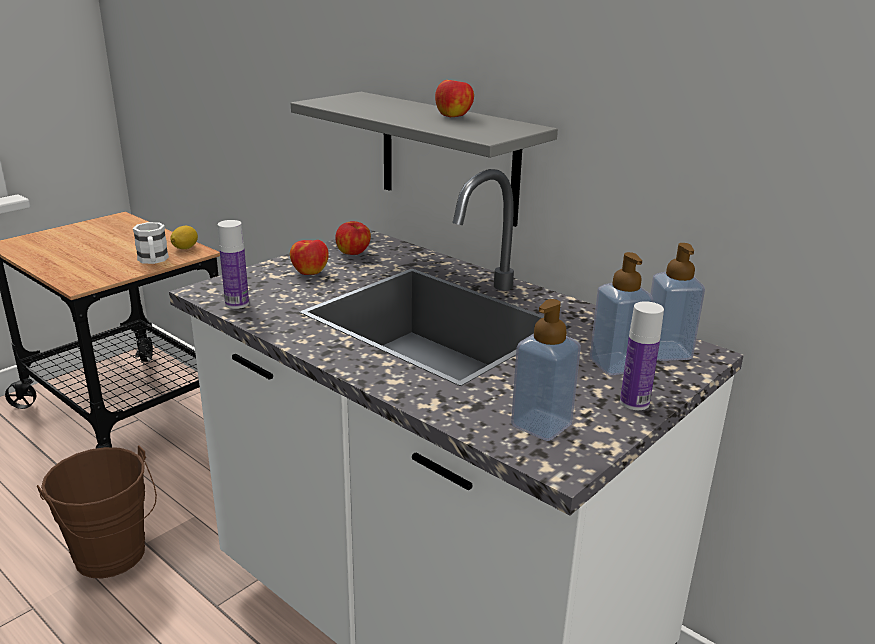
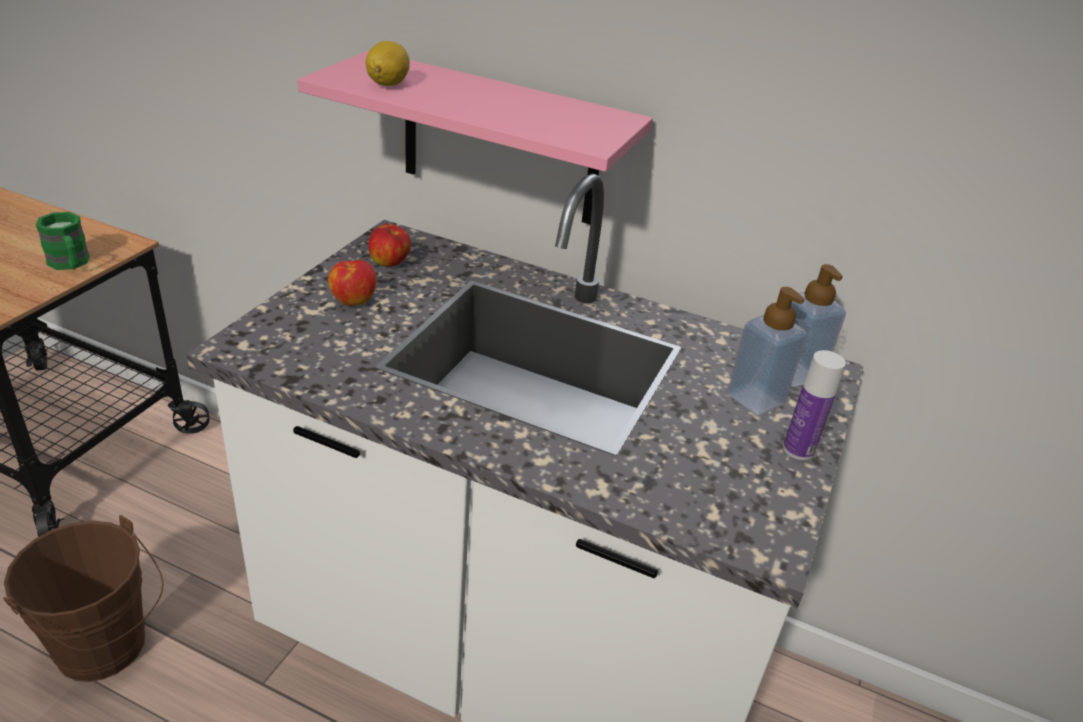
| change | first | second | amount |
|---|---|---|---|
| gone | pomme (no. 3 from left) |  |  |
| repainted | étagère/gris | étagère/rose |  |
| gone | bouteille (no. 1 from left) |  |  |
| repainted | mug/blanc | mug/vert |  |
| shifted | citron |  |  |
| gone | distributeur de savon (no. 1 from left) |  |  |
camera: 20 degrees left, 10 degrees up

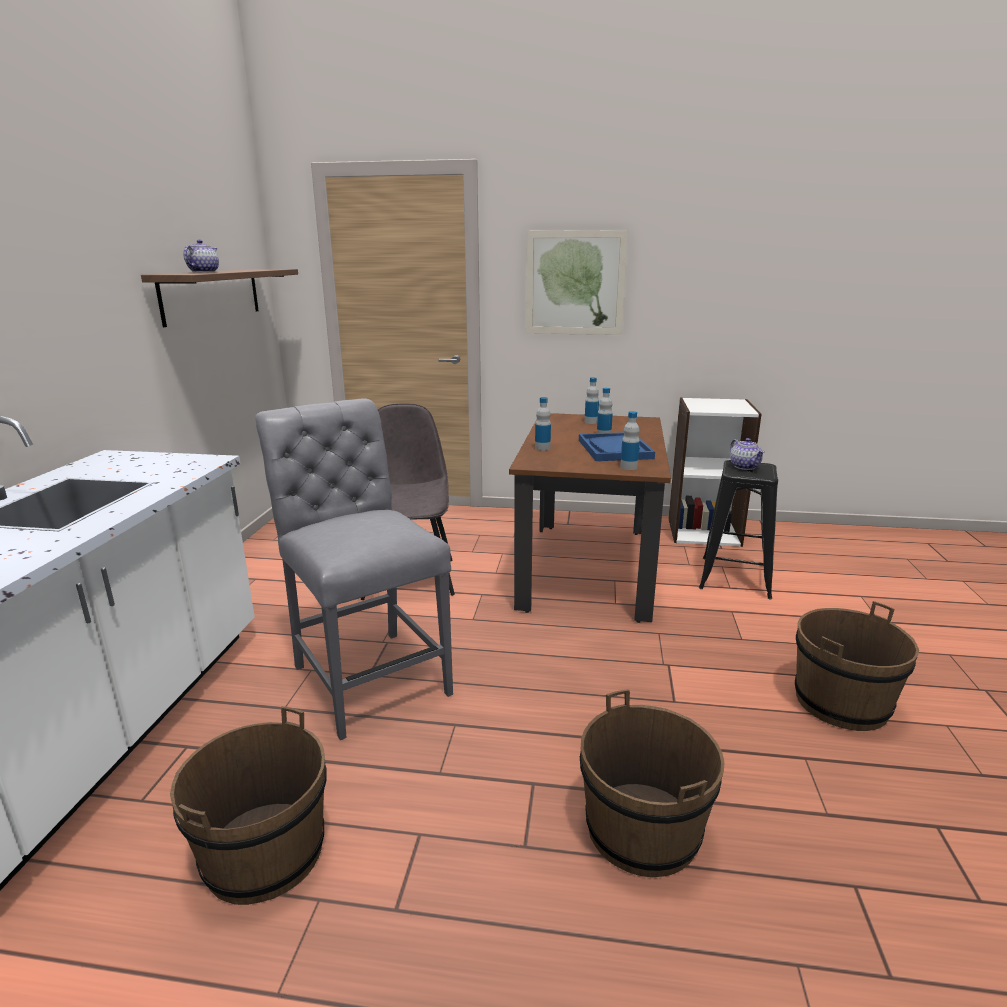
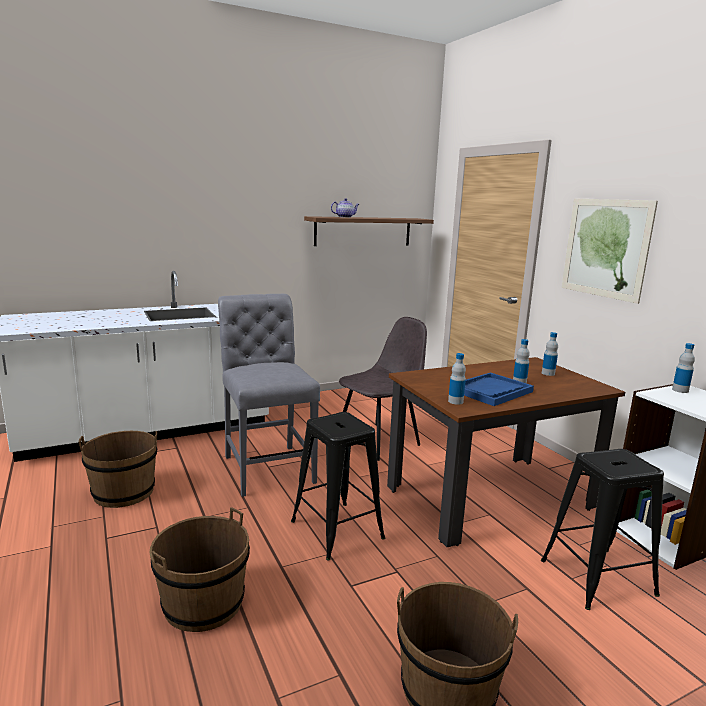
| change | first | second | amount |
|---|---|---|---|
| shifted | bouteille (no. 1 from left in the first image) | bouteille (no. 4 from left) |  |
| rotated | chaise/gris (no. 1 from left) |  | 45 degrees counterclockwise |
| gone | théière (no. 2 from left) |  |  |
| new |  | tabouret/noir (no. 1 from left) |  |
camera: 55 degrees right, 5 degrees down

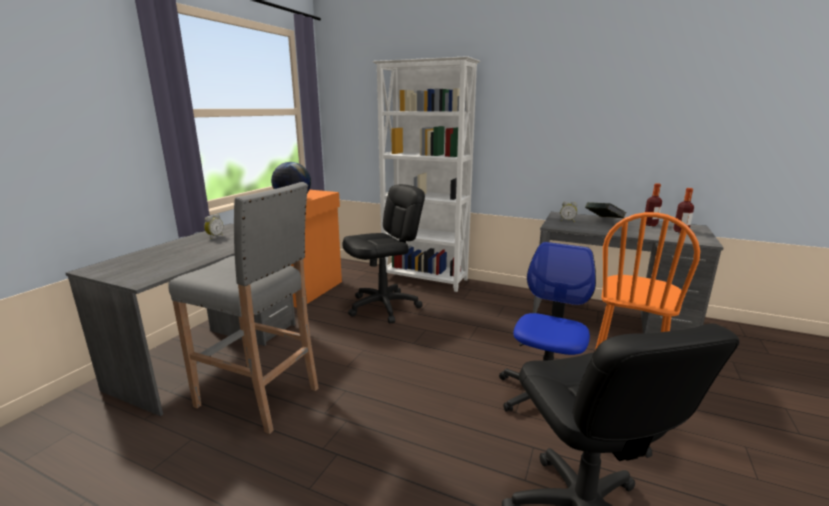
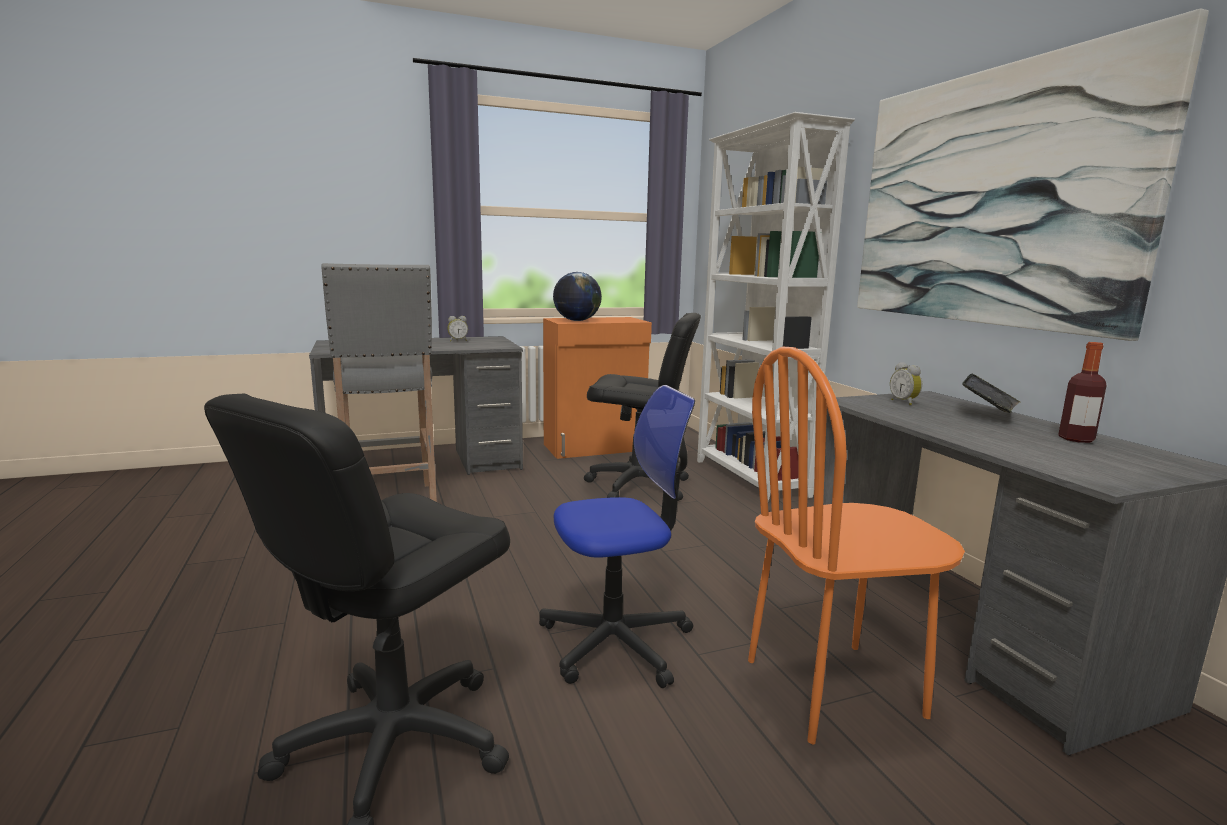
| change | first | second | amount |
|---|---|---|---|
| gone | bouteille (no. 2 from left) |  |  |
| new |  | tableau |  |
camera: 45 degrees right, 5 degrees down

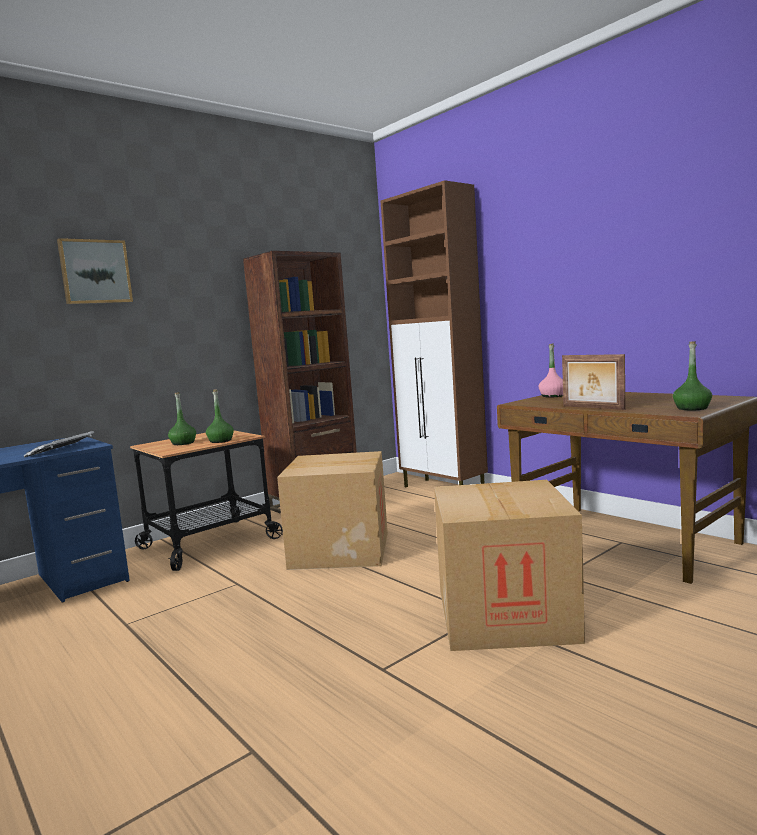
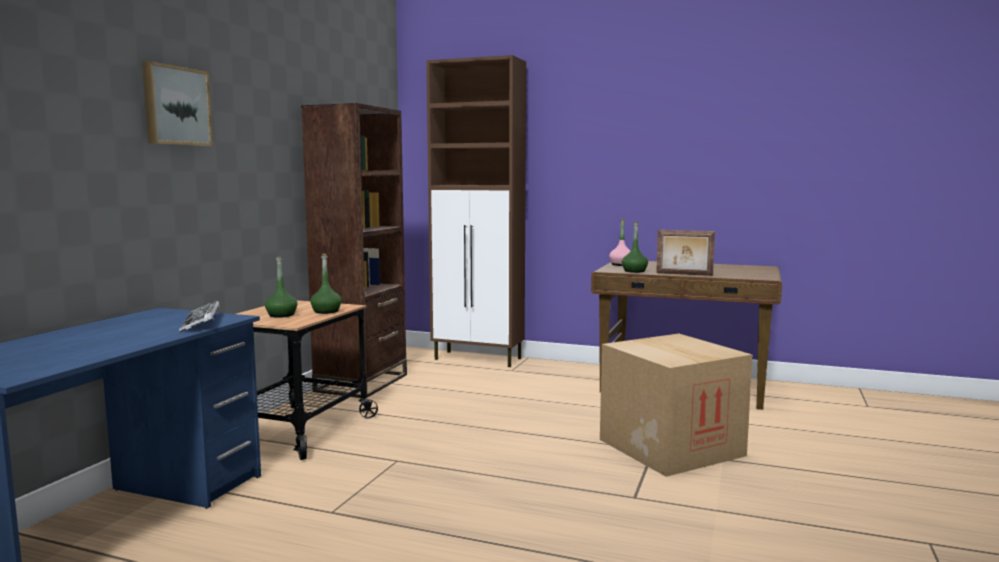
| change | first | second | amount |
|---|---|---|---|
| shifted | bouteille/vert (no. 3 from left) |  |  |
| gone | carton (no. 1 from left) |  |  |
camera: 30 degrees left, 0 degrees up

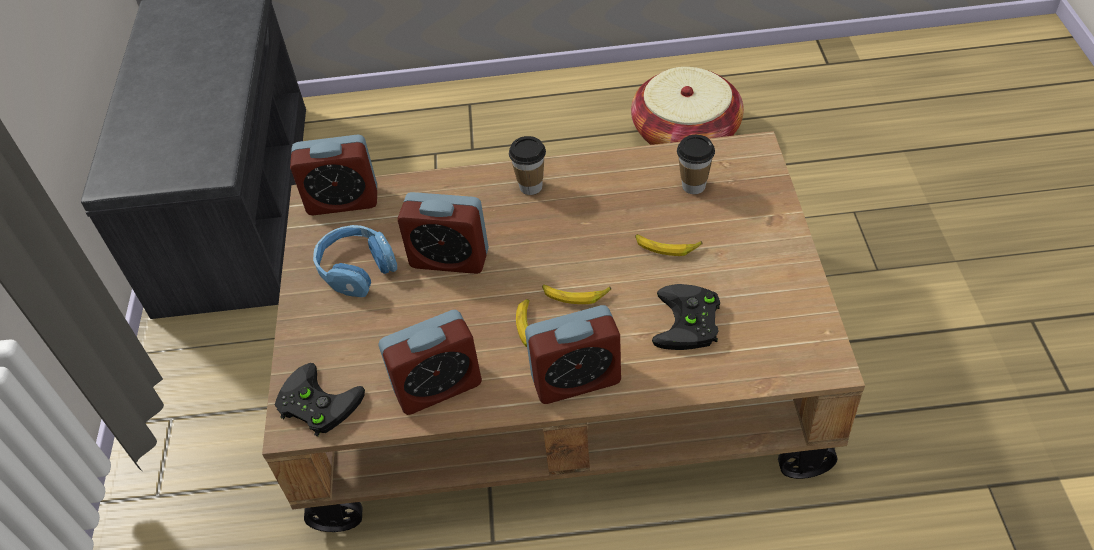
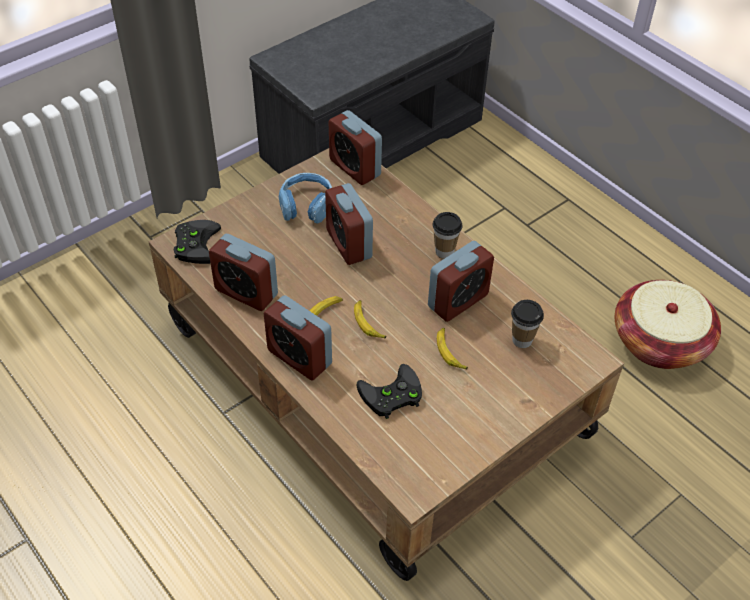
| change | first | second | amount |
|---|---|---|---|
| new |  | réveil (no. 5 from left) |  |
camera: 50 degrees right, 0 degrees up

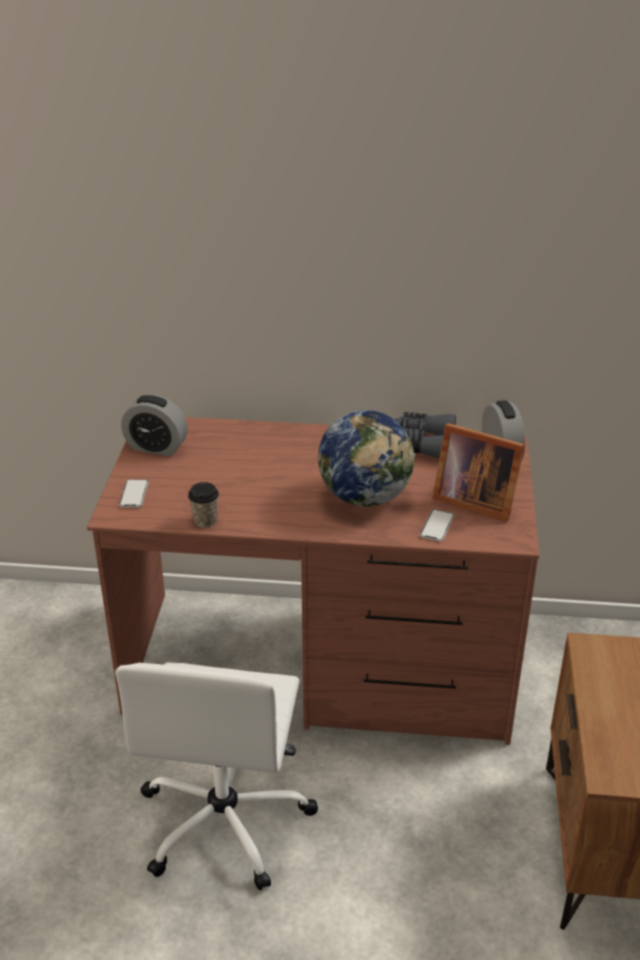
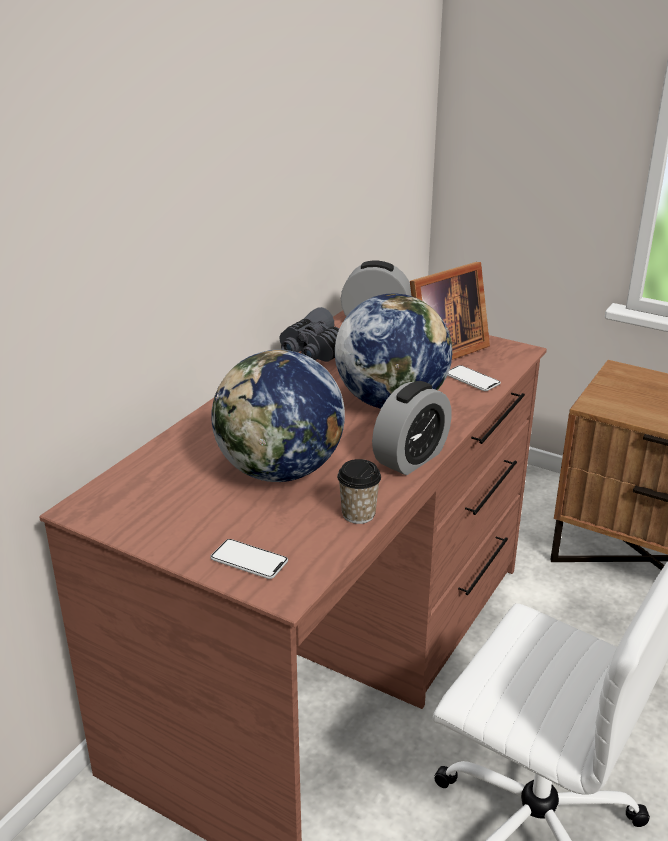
| change | first | second | amount |
|---|---|---|---|
| shifted | réveil (no. 1 from left in the first image) | réveil (no. 2 from left) |  |
| new |  | globe (no. 1 from left) |  |
camera: 65 degrees left, 5 degrees down

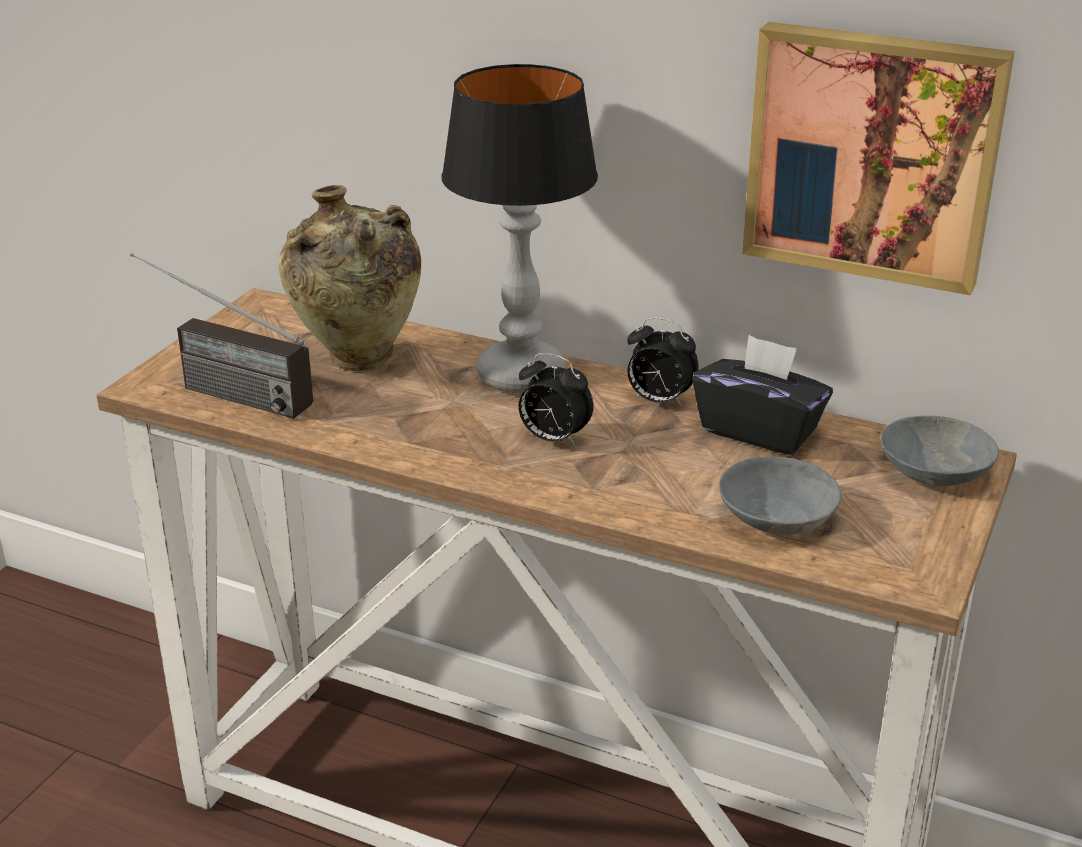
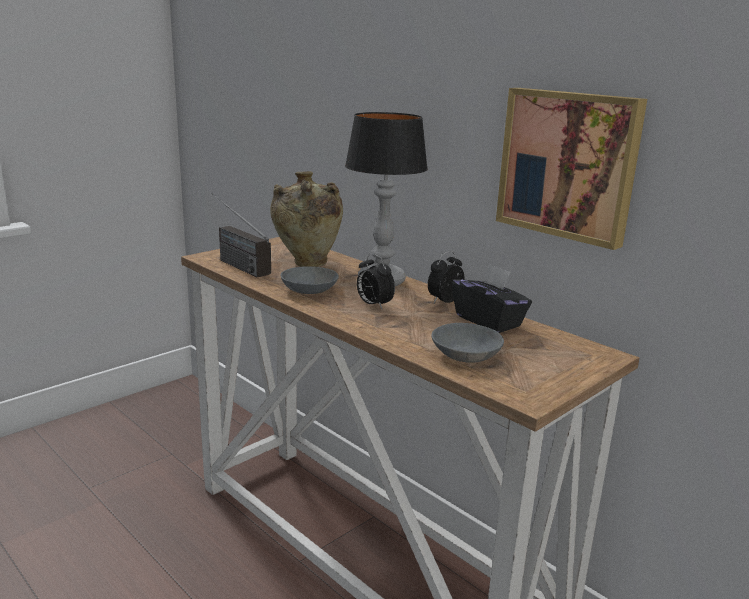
| change | first | second | amount |
|---|---|---|---|
| rotated | réveil (no. 2 from left) |  | 90 degrees clockwise |
| shifted | bol/gris (no. 2 from left in the first image) | bol/gris (no. 1 from left) |  |
camera: 20 degrees right, 10 degrees down

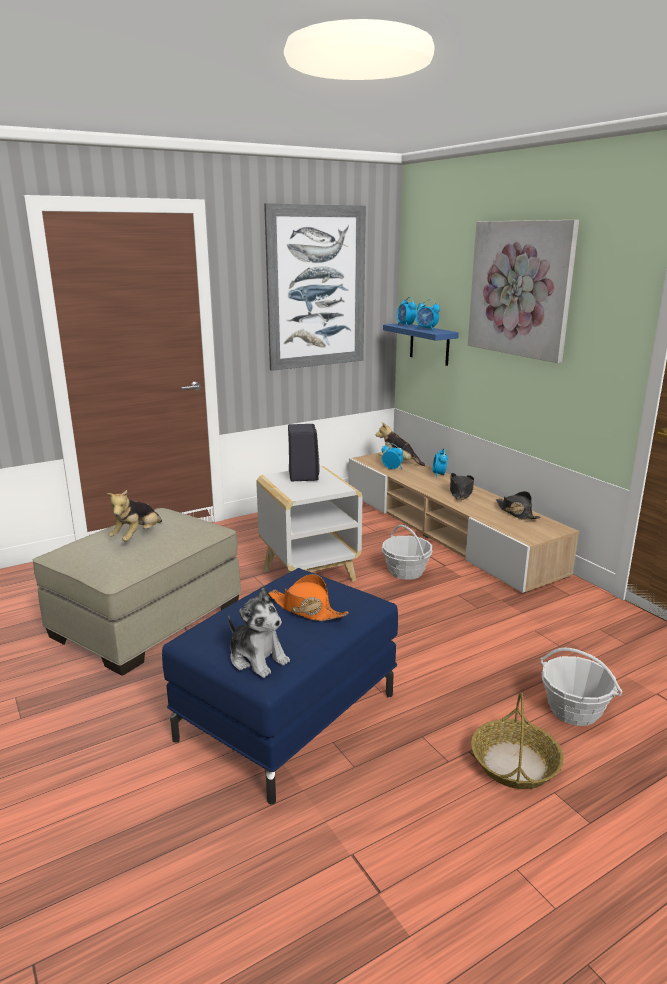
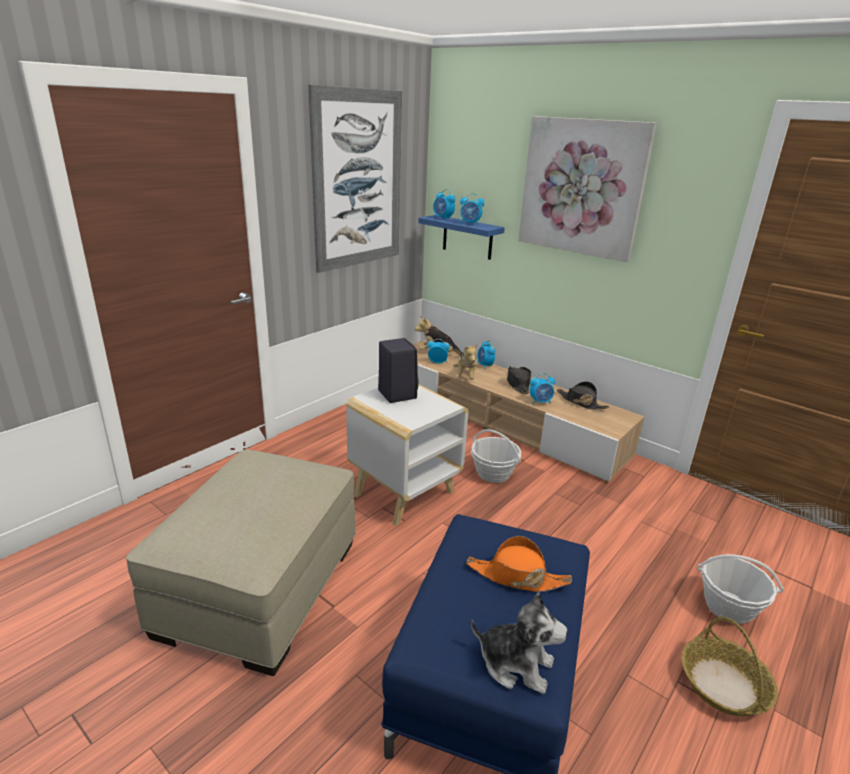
| change | first | second | amount |
|---|---|---|---|
| shifted | peluche (no. 1 from left in the first image) | peluche (no. 2 from left) |  |
| new |  | réveil (no. 5 from left) |  |
camera: 20 degrees left, 5 degrees up

